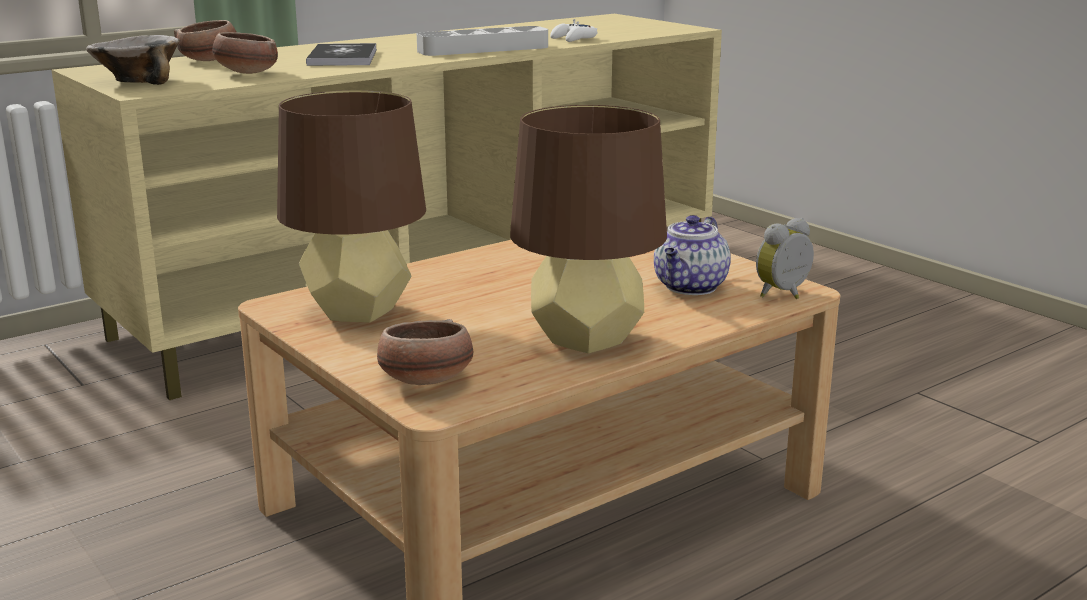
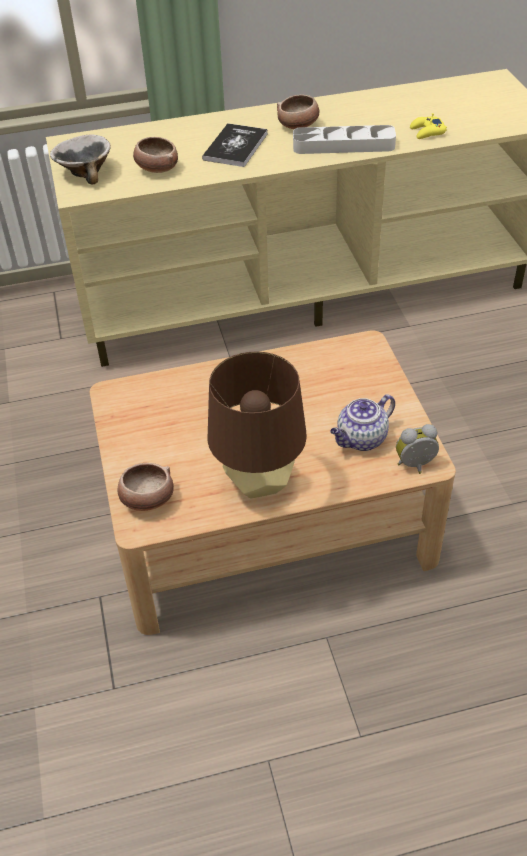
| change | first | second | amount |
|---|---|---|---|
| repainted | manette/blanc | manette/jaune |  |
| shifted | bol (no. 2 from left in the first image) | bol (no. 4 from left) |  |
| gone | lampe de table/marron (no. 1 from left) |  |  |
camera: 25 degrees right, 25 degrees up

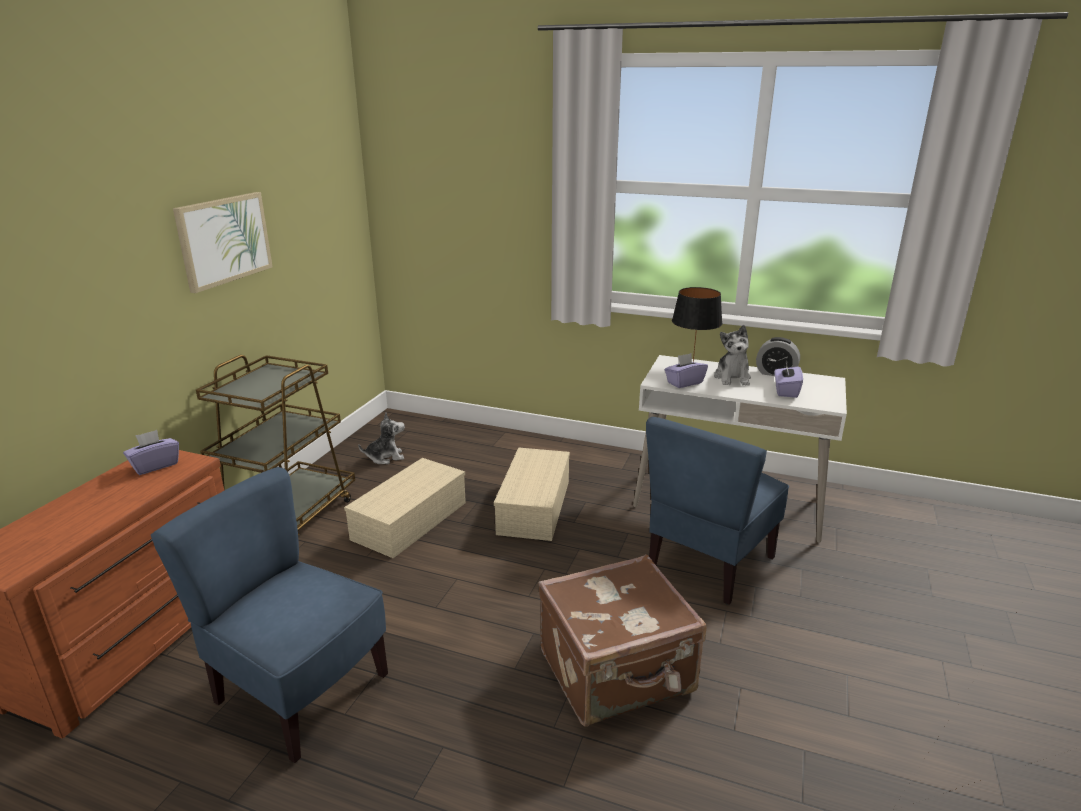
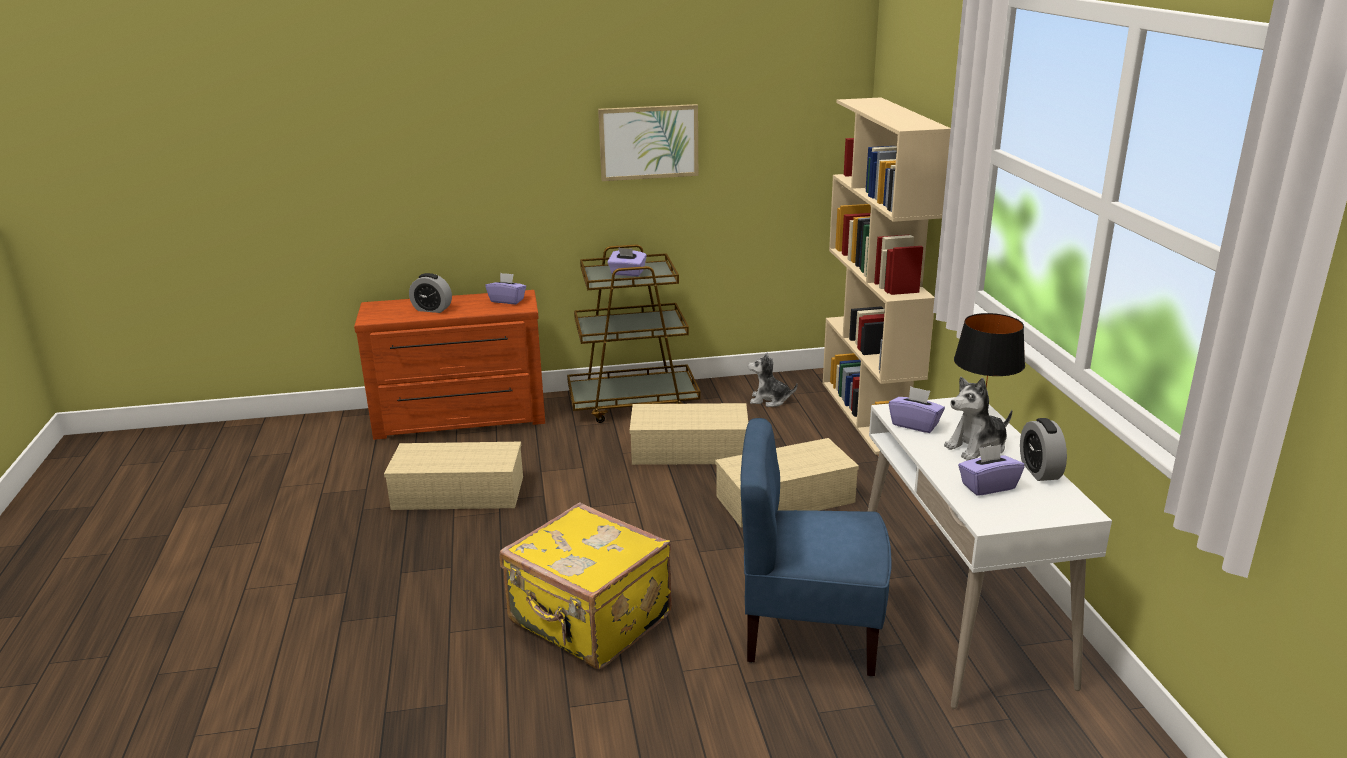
| change | first | second | amount |
|---|---|---|---|
| rotated | peluche (no. 1 from left) |  | 150 degrees clockwise |
| swapped | chaise/bleu (no. 1 from left) | boîte de rangement/beige (no. 1 from left) |  |
| repainted | valise/marron | valise/jaune |  |
| new |  | bibliothèque/beige |  |
| new |  | boîte à mouchoirs/violet (no. 2 from left) |  |
| new |  | réveil (no. 1 from left) |  |
camera: 60 degrees right, 0 degrees up

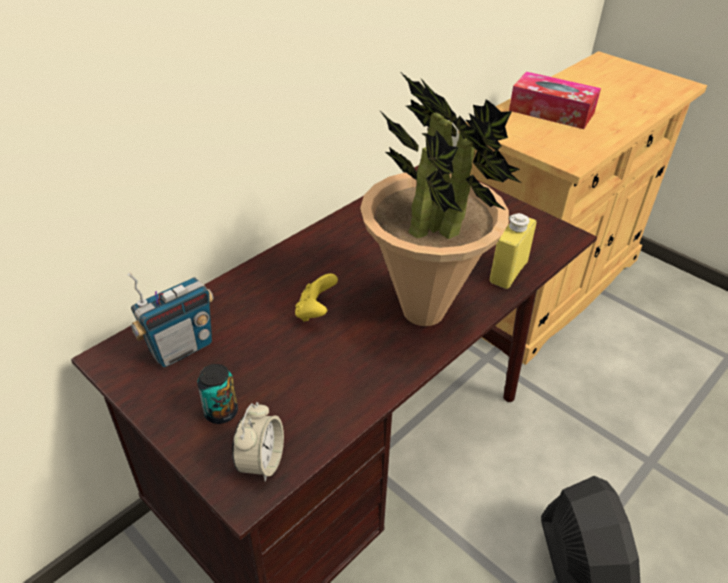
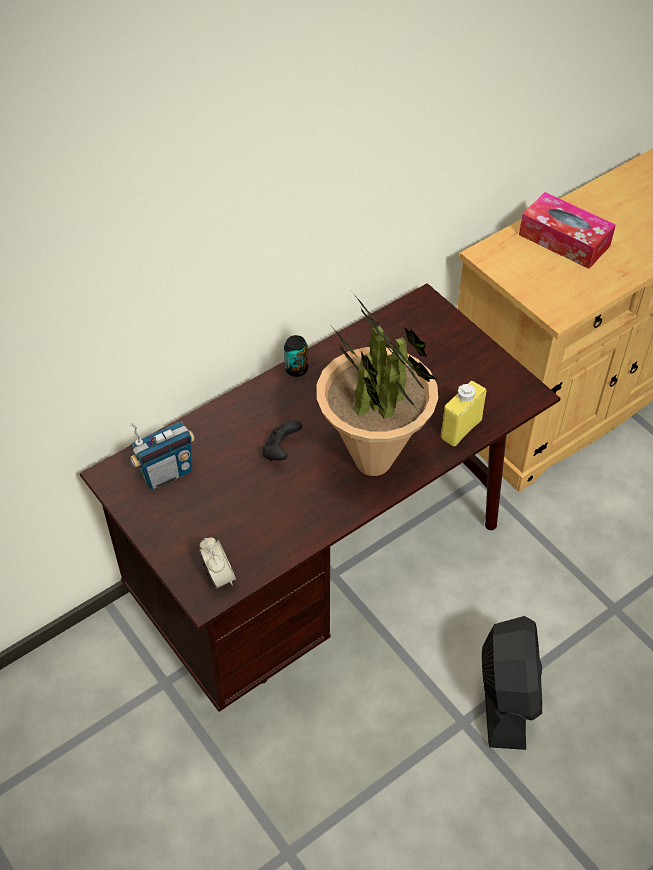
| change | first | second | amount |
|---|---|---|---|
| repainted | manette/jaune | manette/noir |  |
| shifted | boîte métallique |  |  |
| rotated | réveil |  | 45 degrees counterclockwise |
camera: 10 degrees right, 10 degrees up

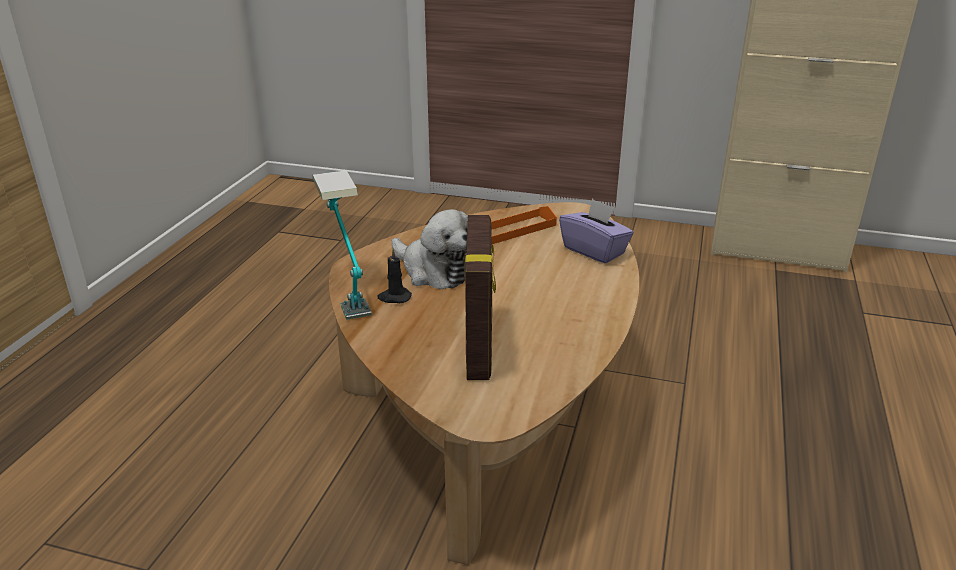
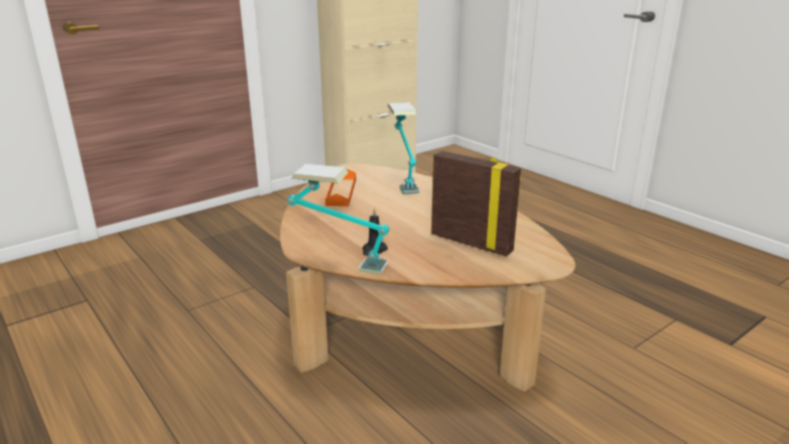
| change | first | second | amount |
|---|---|---|---|
| swapped | boîte à mouchoirs/violet | lampe de table (no. 2 from left) |  |
| gone | peluche |  |  |
camera: 55 degrees left, 5 degrees down

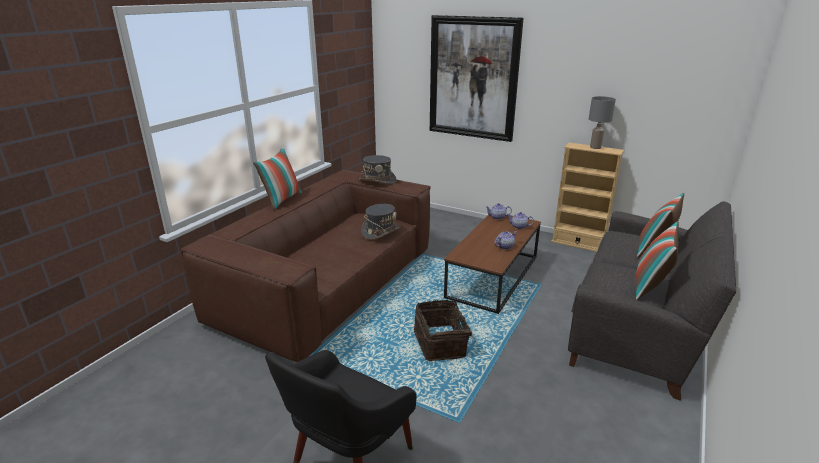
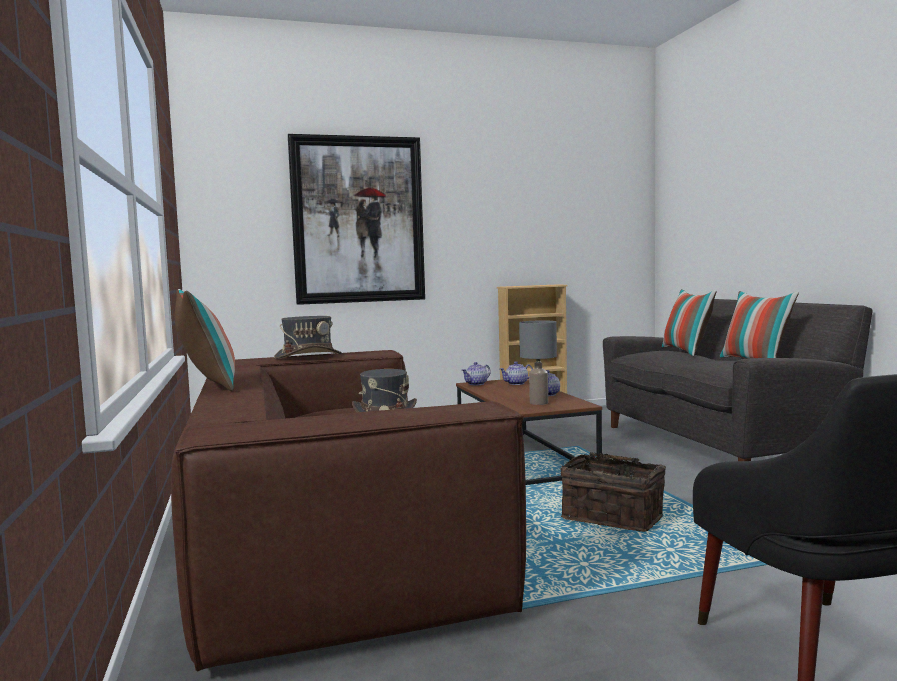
| change | first | second | amount |
|---|---|---|---|
| shifted | lampe de table/gris |  |  |
camera: 45 degrees left, 20 degrees down

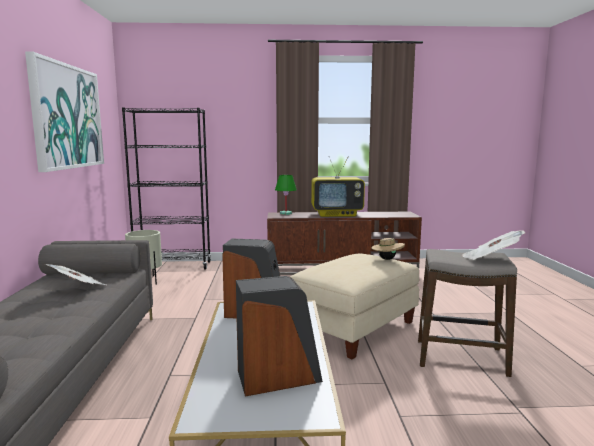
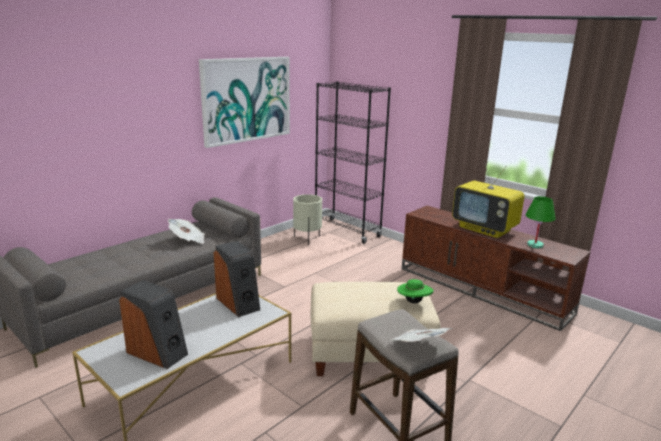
| change | first | second | amount |
|---|---|---|---|
| shifted | lampe de table/vert |  |  |
| repainted | chapeau/beige | chapeau/vert |  |
camera: 45 degrees right, 10 degrees up

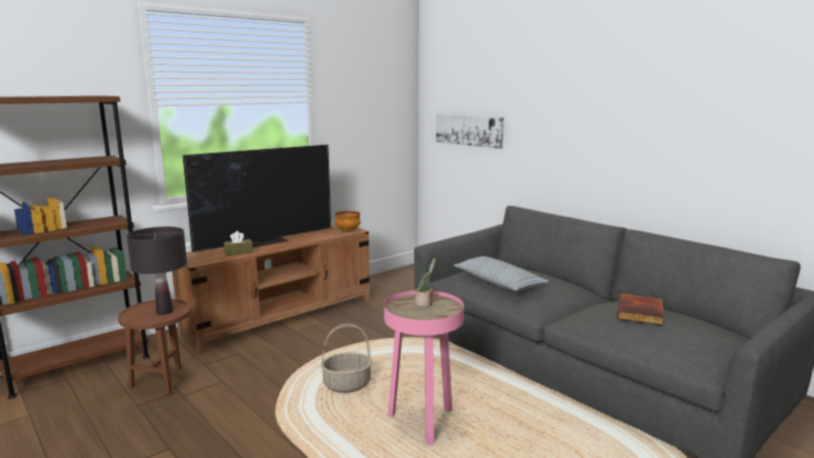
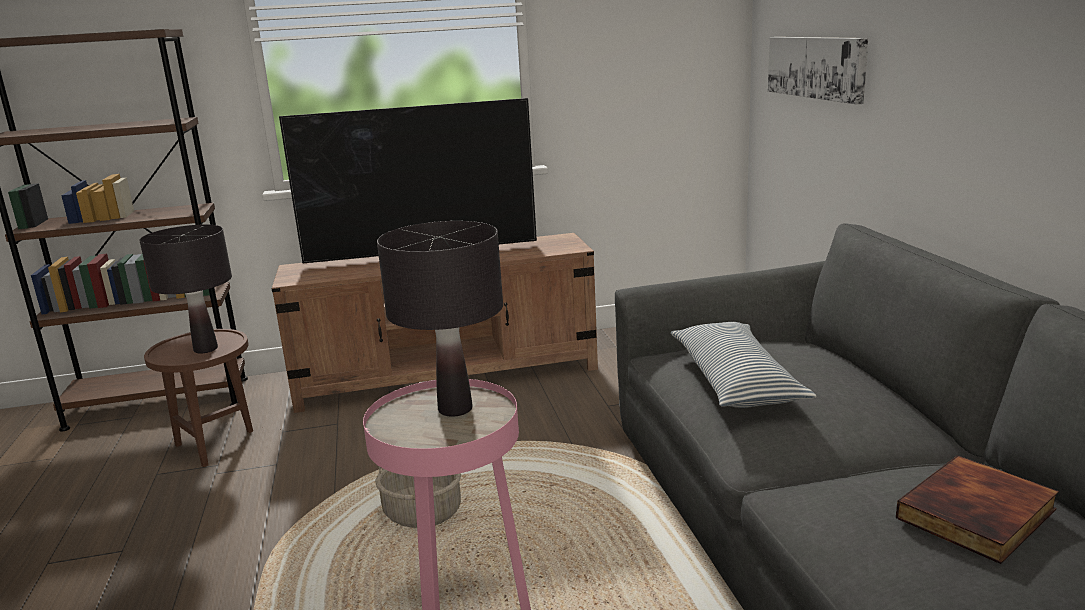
| change | first | second | amount |
|---|---|---|---|
| gone | bol |  |  |
| gone | boîte à mouchoirs/marron |  |  |
| swapped | plante en pot | lampe de table/noir (no. 2 from left) |  |
camera: 30 degrees right, 5 degrees up

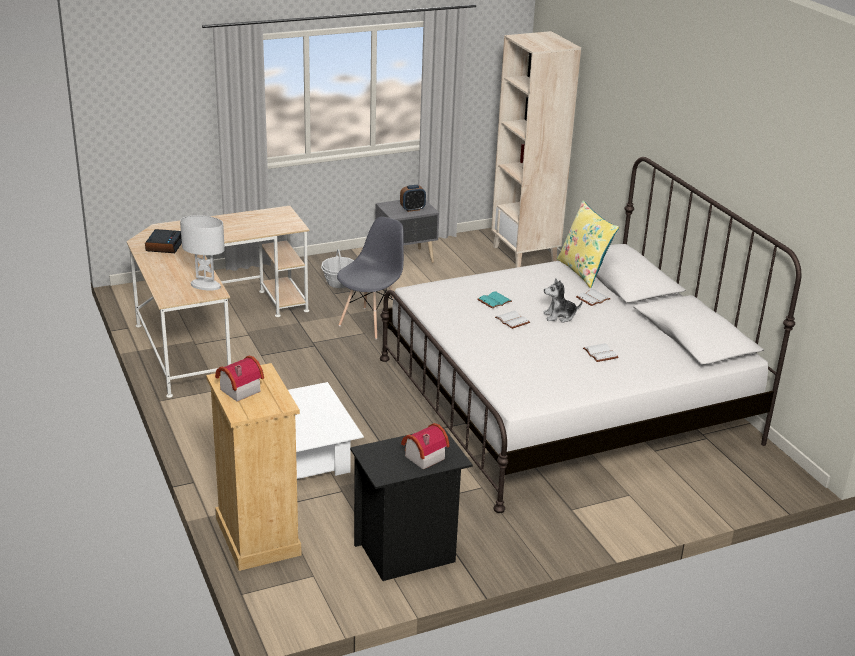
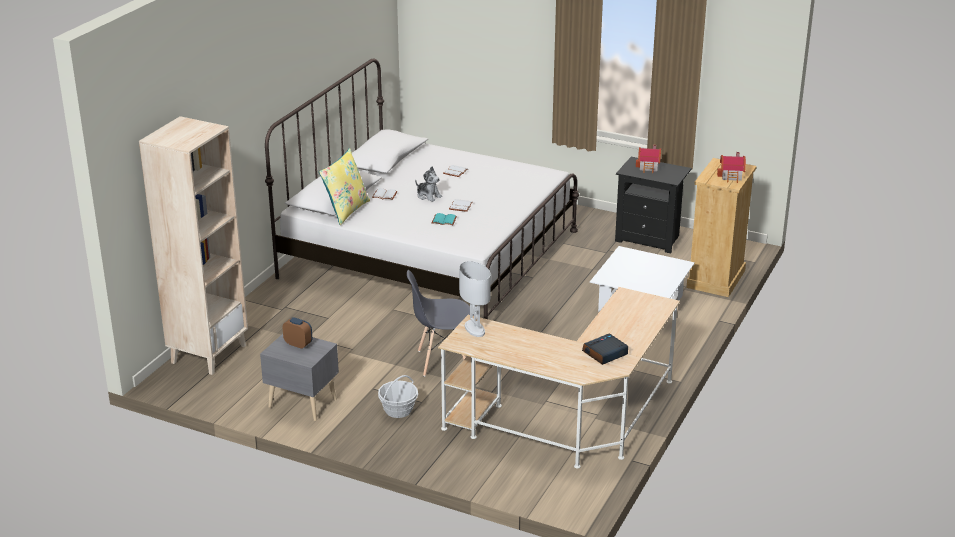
| change | first | second | amount |
|---|---|---|---|
| shifted | lampe de table/blanc |  |  |
camera: 130 degrees left, 0 degrees up

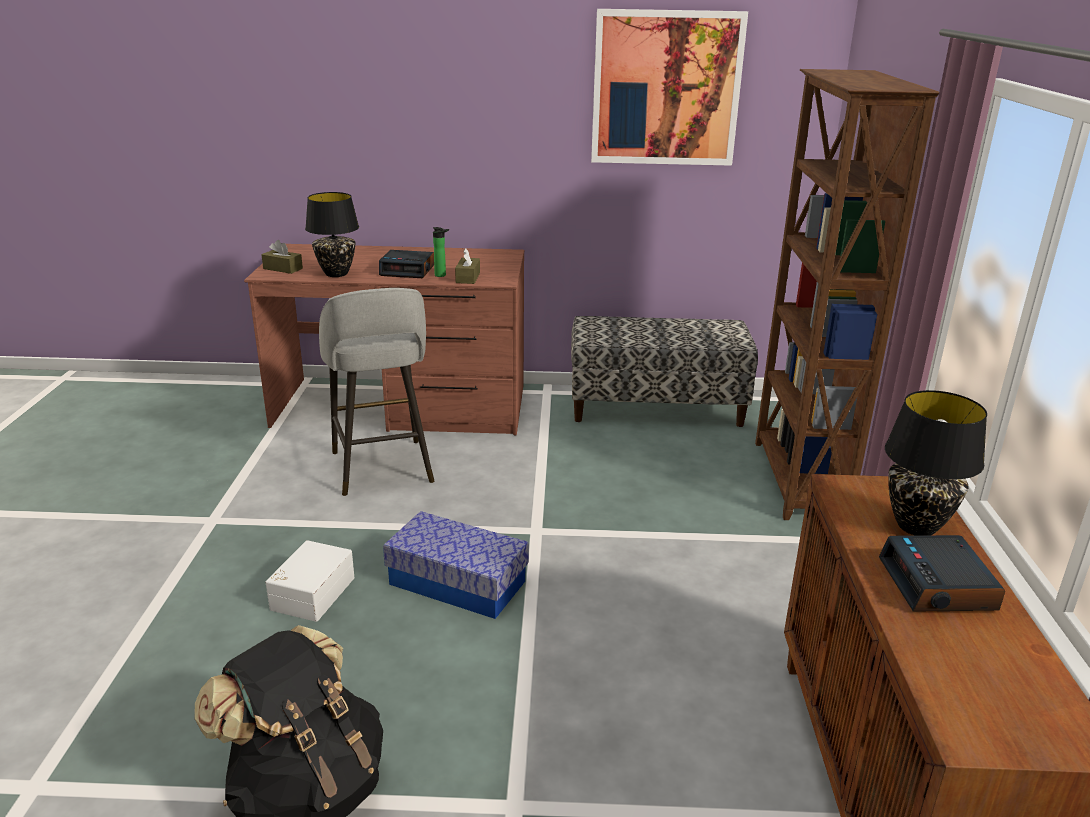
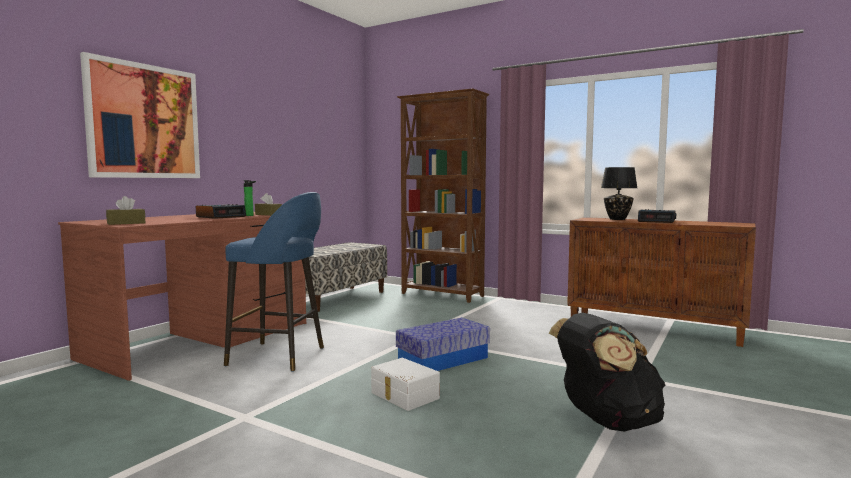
| change | first | second | amount |
|---|---|---|---|
| shifted | tableau |  |  |
| gone | lampe de table/noir (no. 1 from left) |  |  |
| repainted | tabouret/gris | tabouret/bleu |  |
camera: 60 degrees left, 20 degrees down

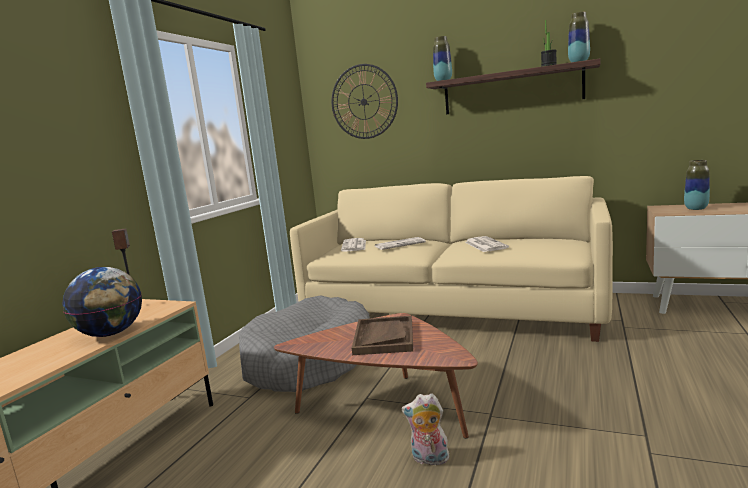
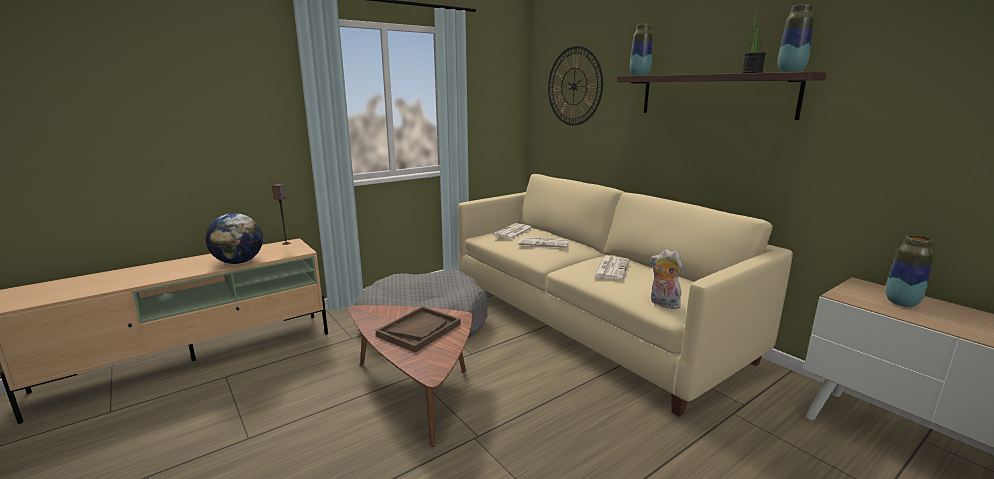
| change | first | second | amount |
|---|---|---|---|
| shifted | peluche |  |  |
camera: 30 degrees right, 5 degrees up

